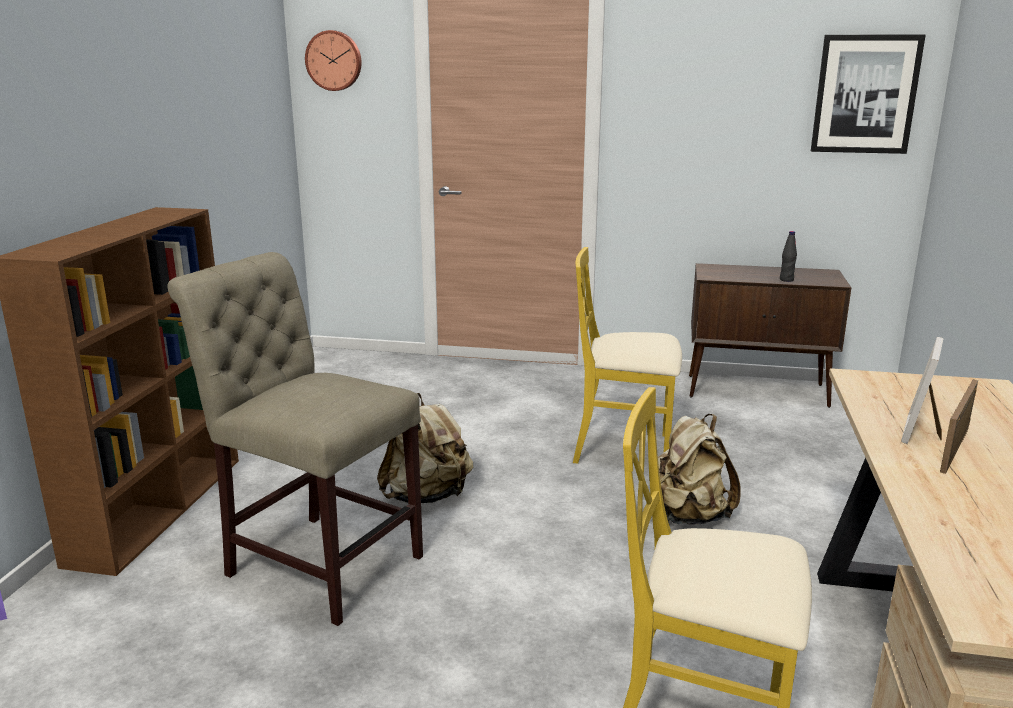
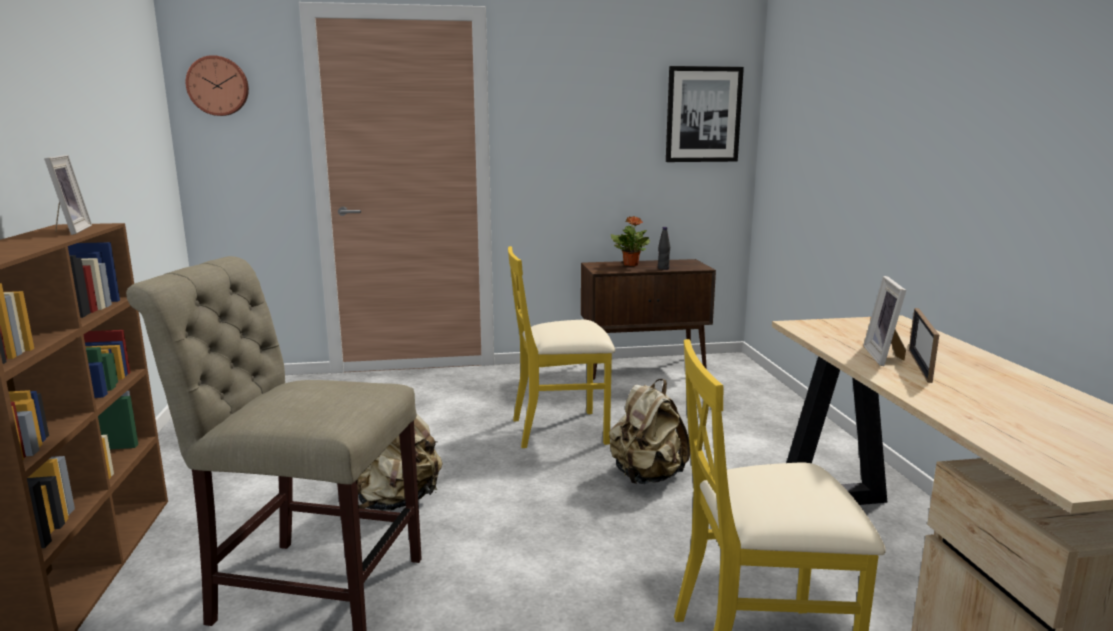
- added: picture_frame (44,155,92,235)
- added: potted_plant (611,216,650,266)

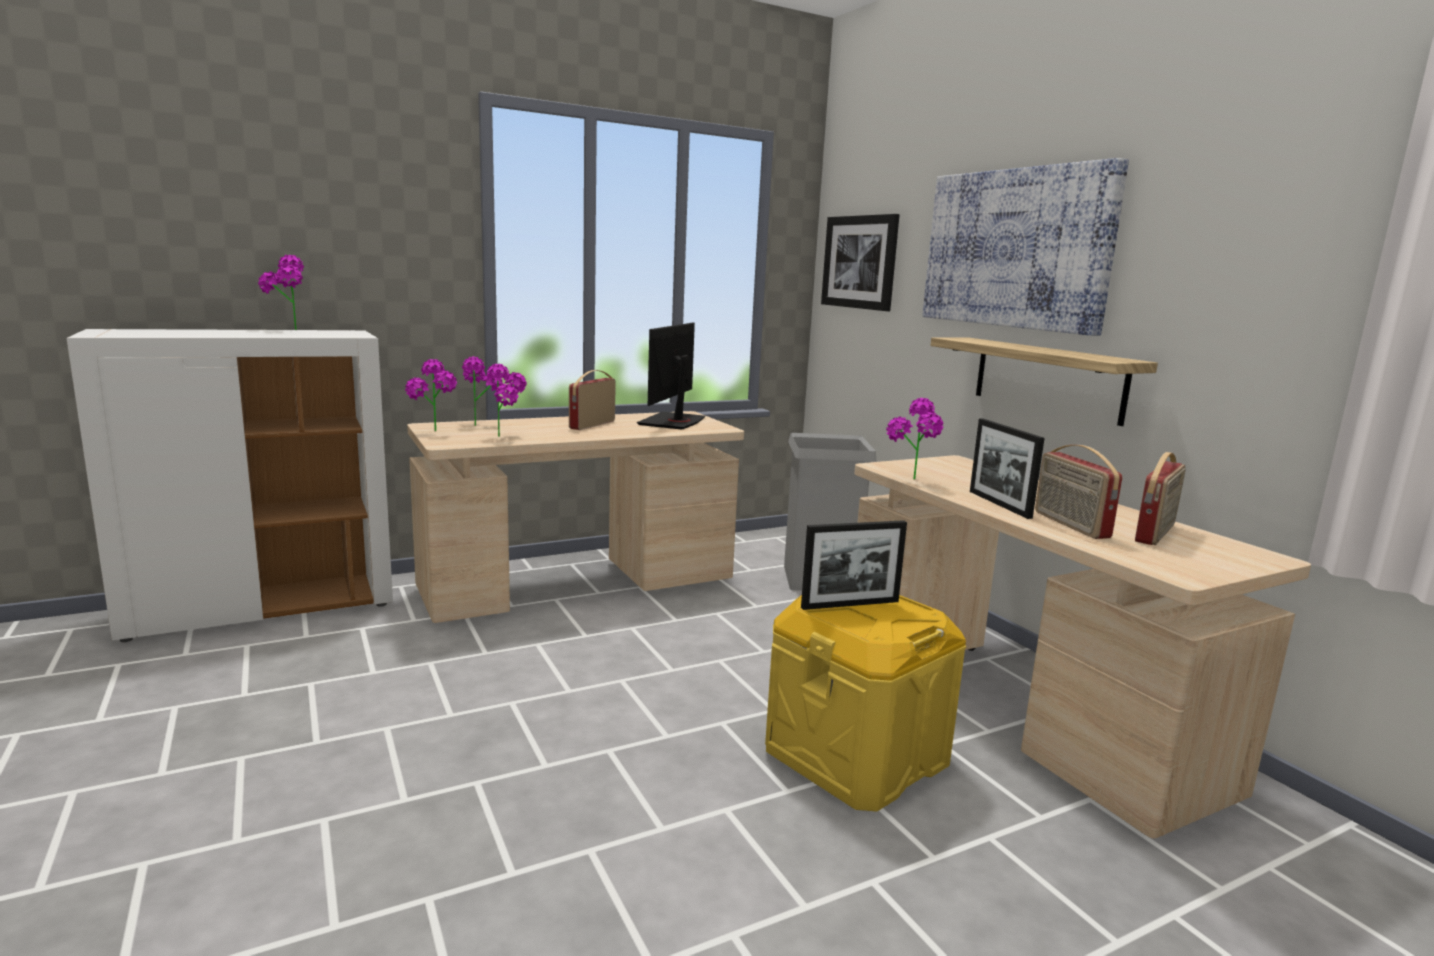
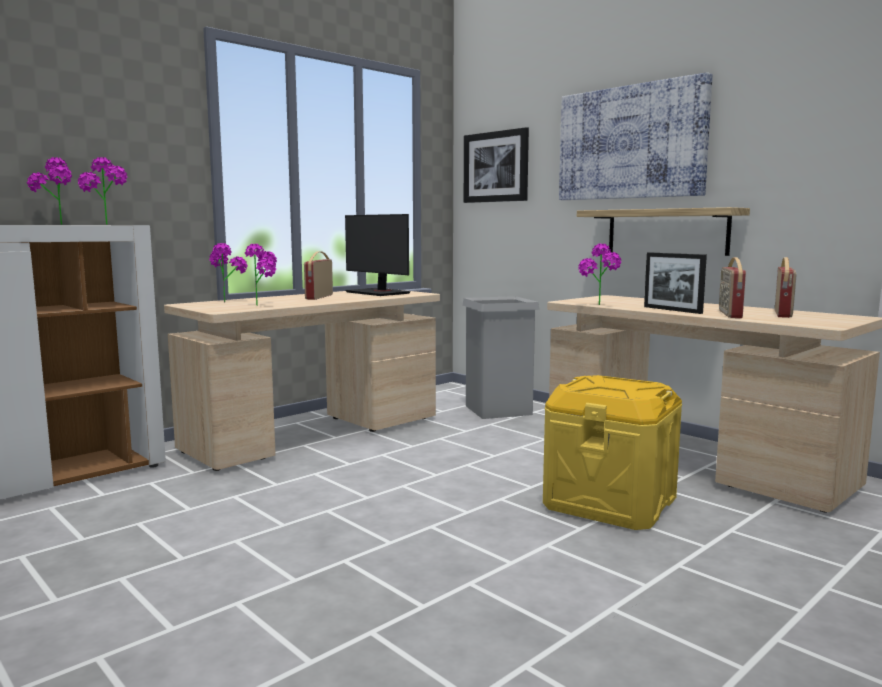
- moved: potted_plant (405,359,457,431) to (78,157,127,225)
- turned: monitor (637,322,705,430) = (345,214,411,296) 45 degrees counterclockwise
- removed: picture_frame (801,520,907,610)
- turned: radio (1035,445,1122,539) = (719,257,746,318) 45 degrees clockwise

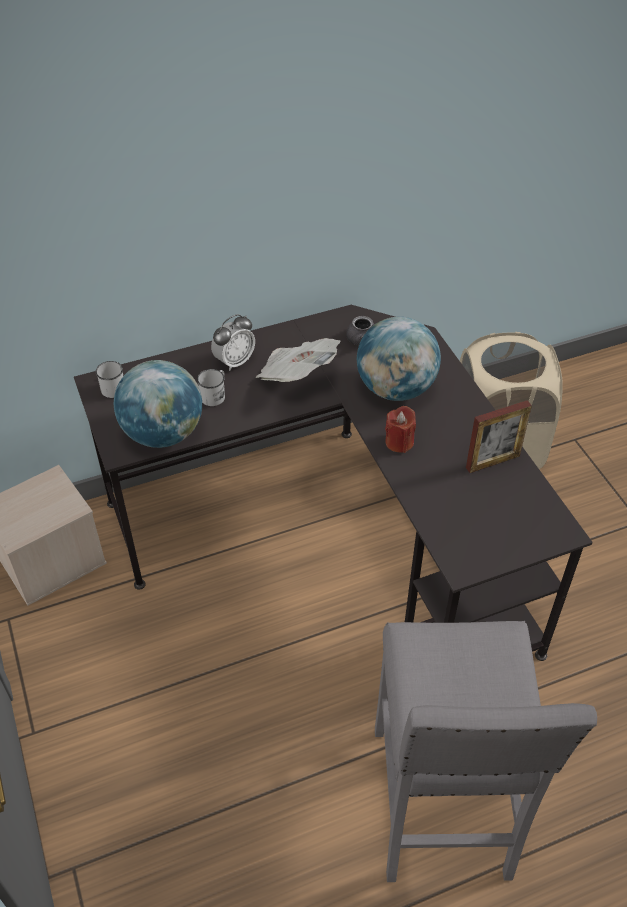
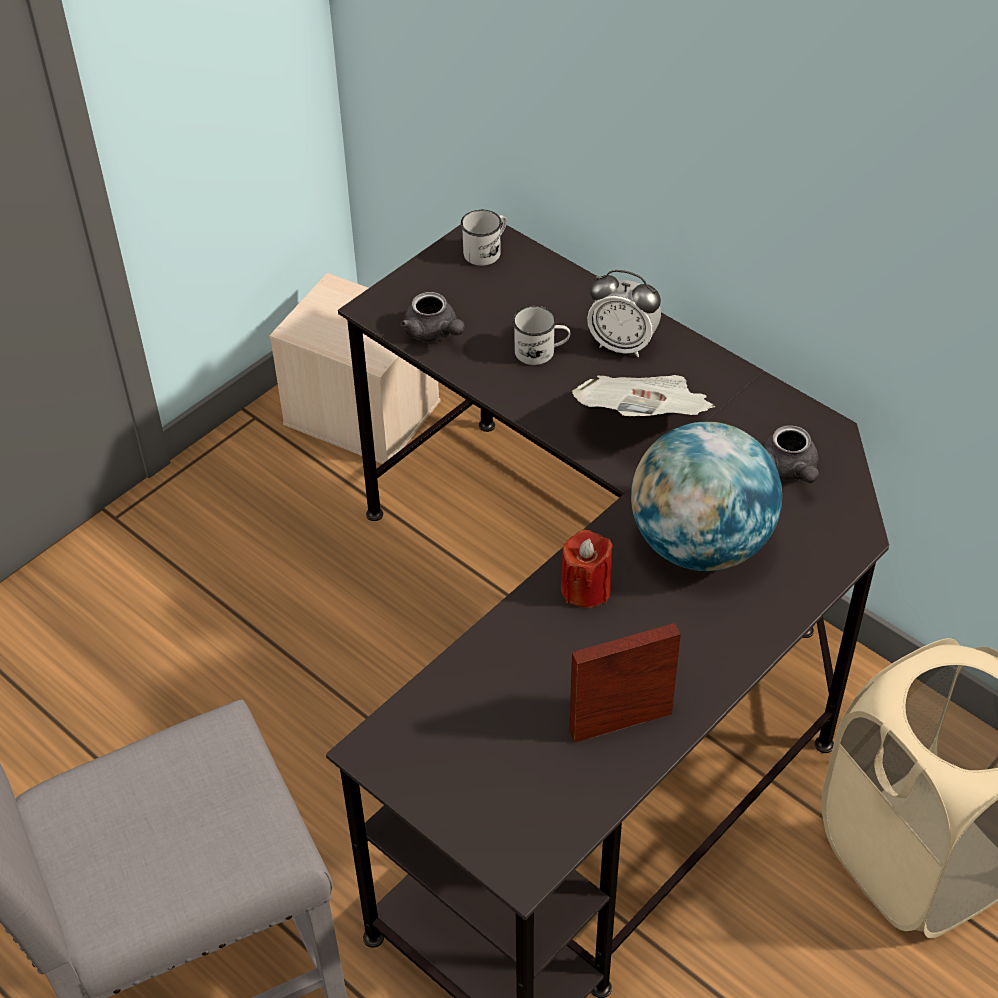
- replaced: globe (114,360,202,448) to grey_teapot (401,292,465,342)
- turned: picture_frame (466,400,532,473) = (569,623,681,743) 120 degrees clockwise

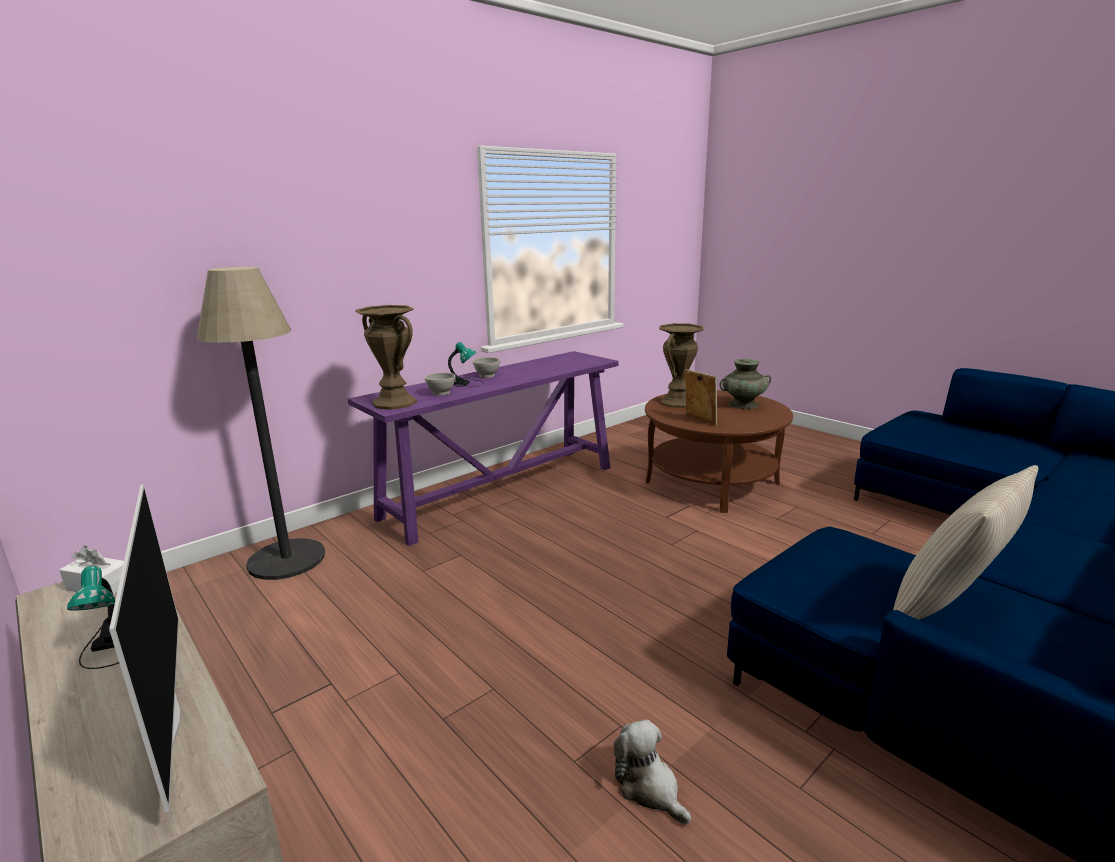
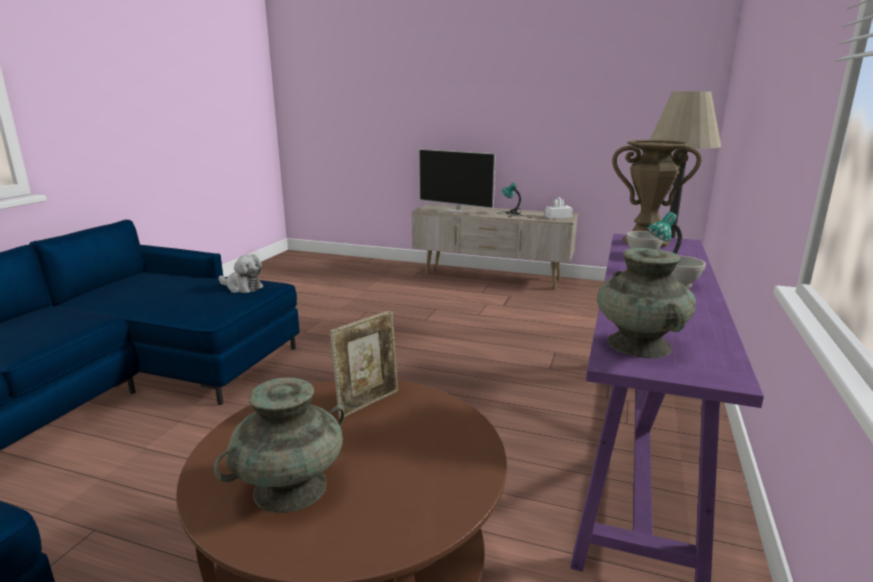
- moved: plush_toy (613,720,691,824) to (219,254,263,293)
- removed: brown_vase (659,323,704,408)
- turned: picture_frame (685,369,717,425) = (330,310,398,418) 75 degrees counterclockwise
- removed: beige_pillow (893,465,1038,620)
- added: turquoise_vase (597,248,696,358)

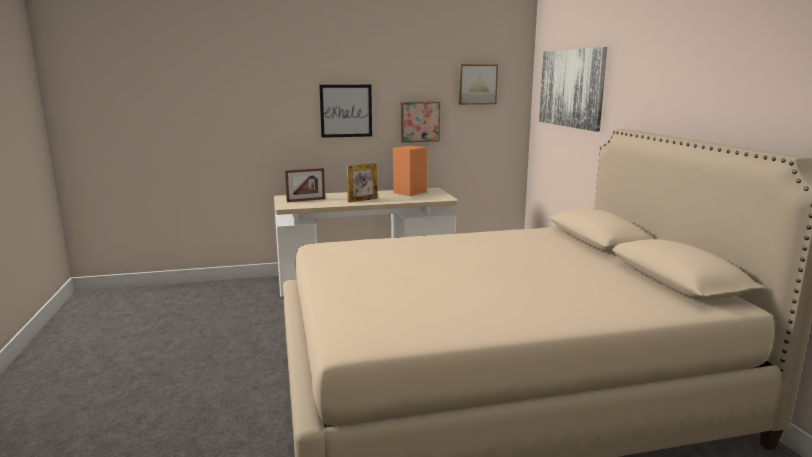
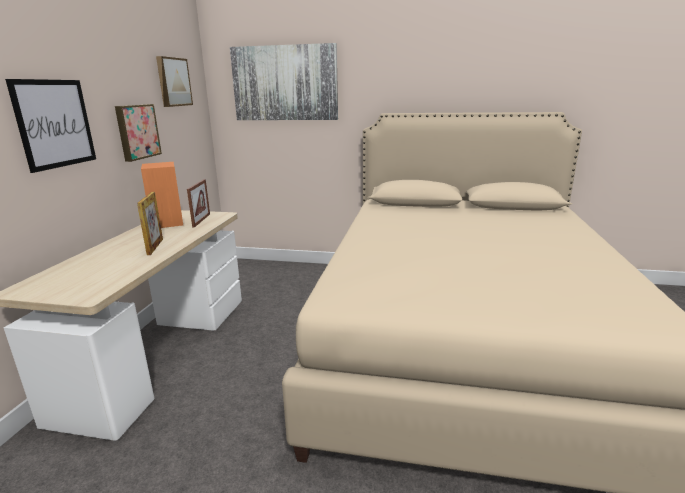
- moved: picture_frame (285,168,325,202) to (187,179,210,228)

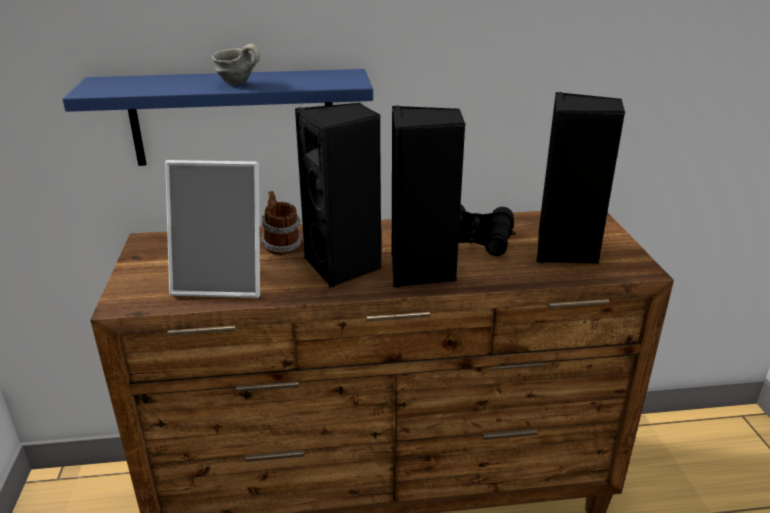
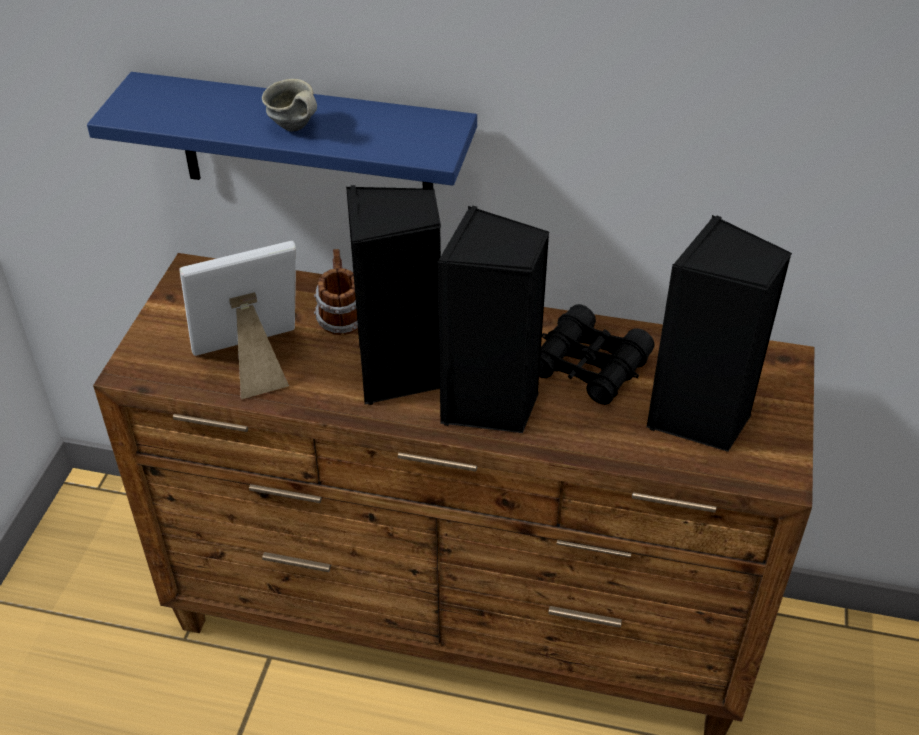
- turned: picture_frame (165,160,260,298) = (179,241,296,399) 135 degrees clockwise

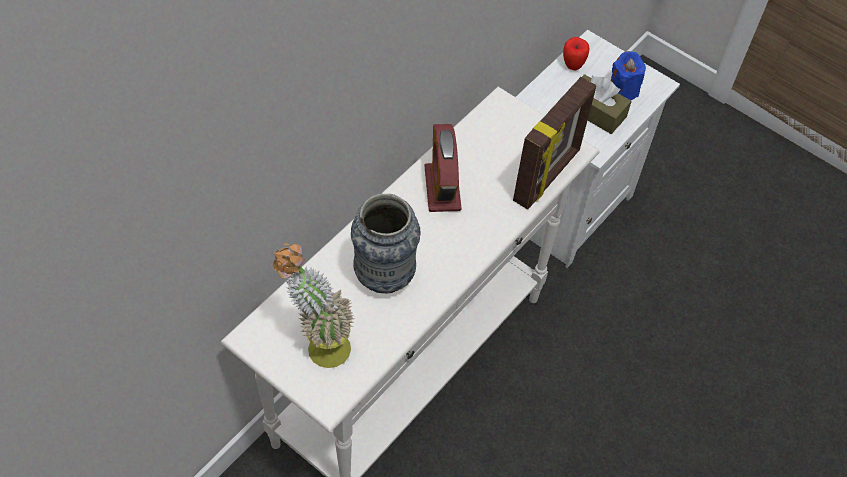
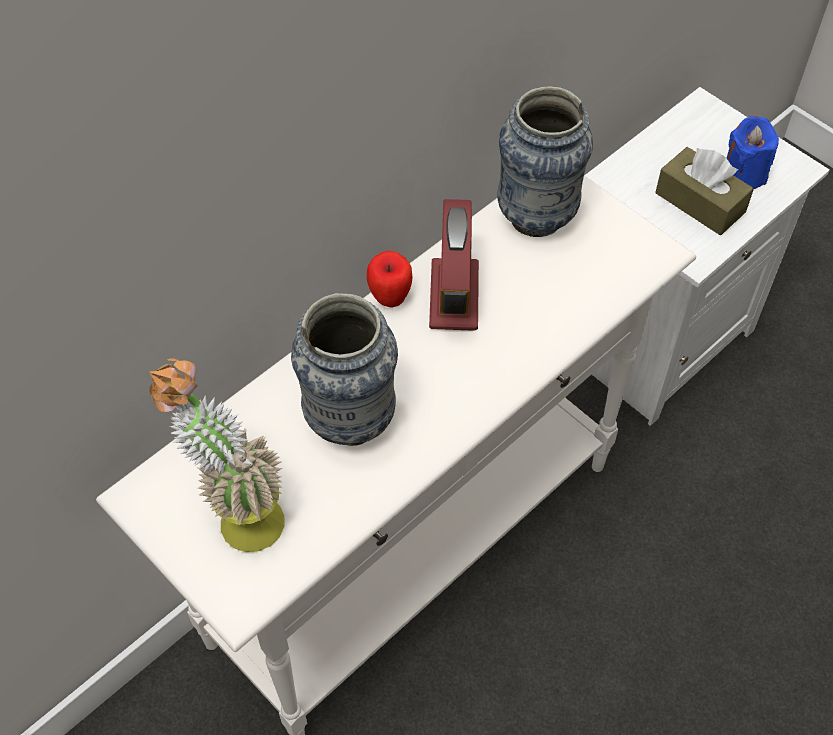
- removed: picture_frame (513,77,596,209)
- moved: apple (563,37,589,70) to (367,251,413,308)
- added: vase (497,86,593,237)

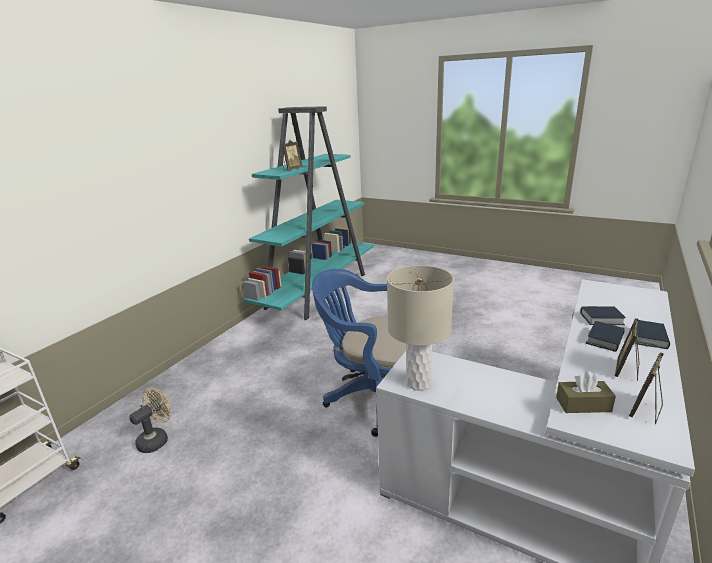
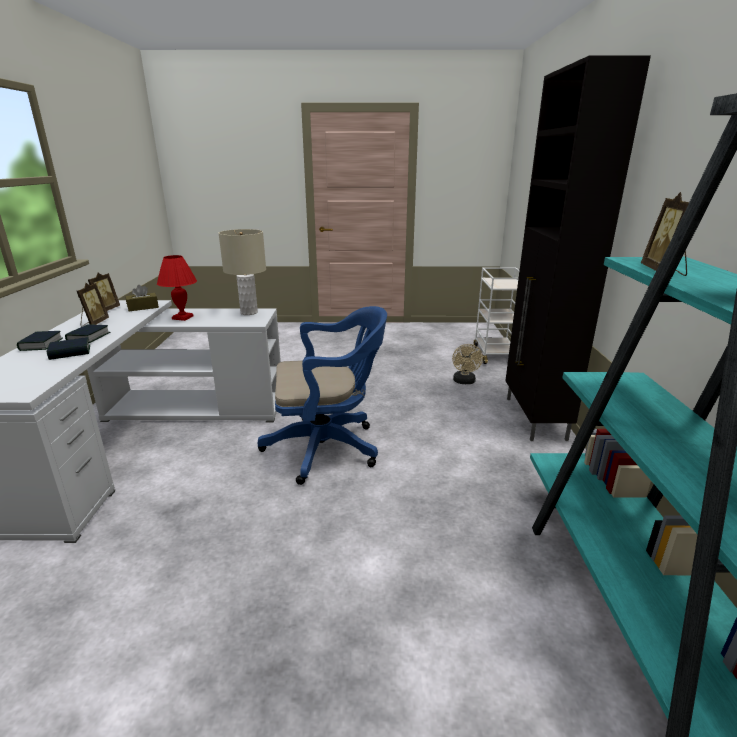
- added: red_table_lamp (157,255,197,321)
- added: black_cabinet (505,56,651,441)

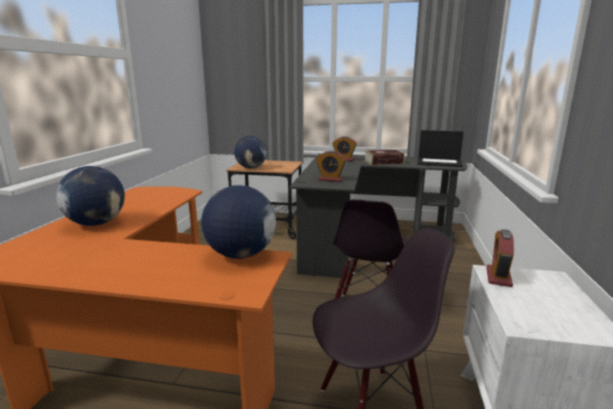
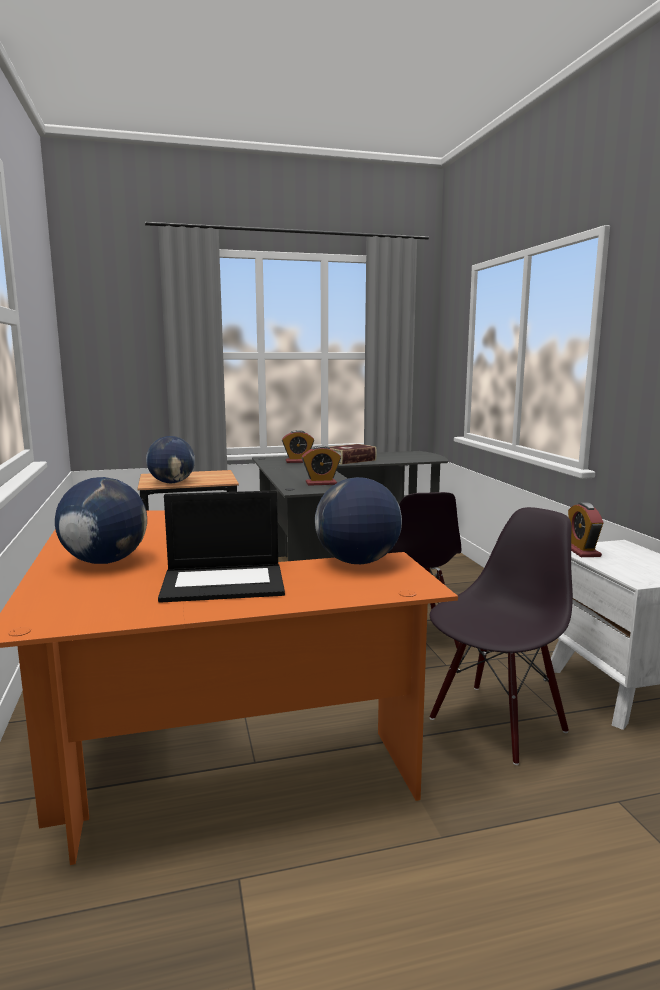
- moved: laptop (417,130,464,167) to (158,490,285,603)

